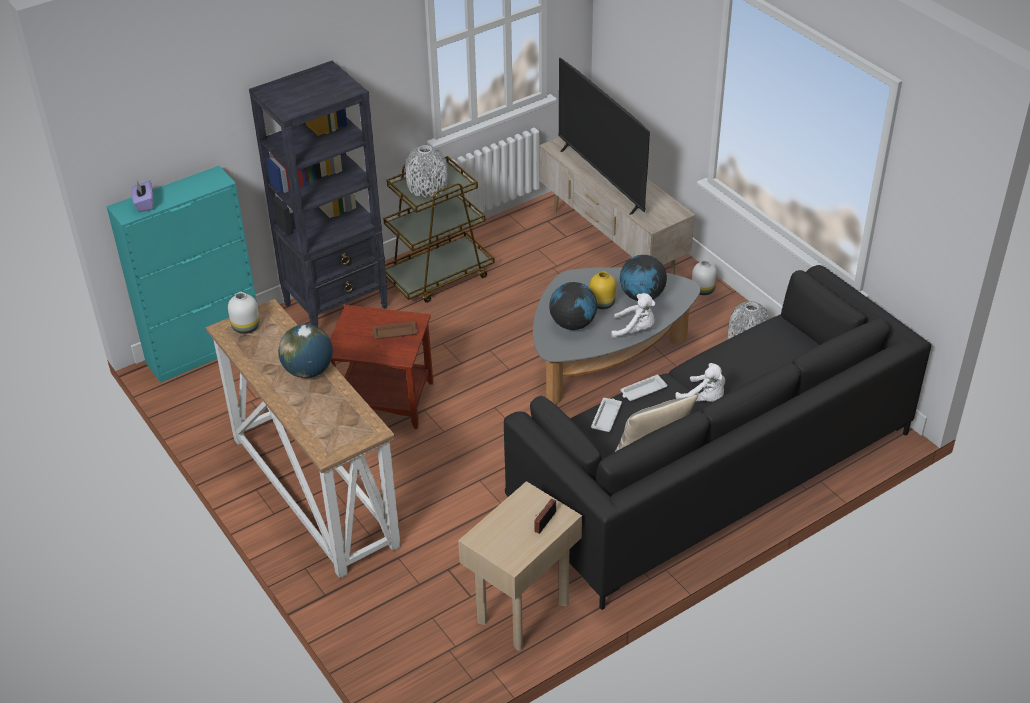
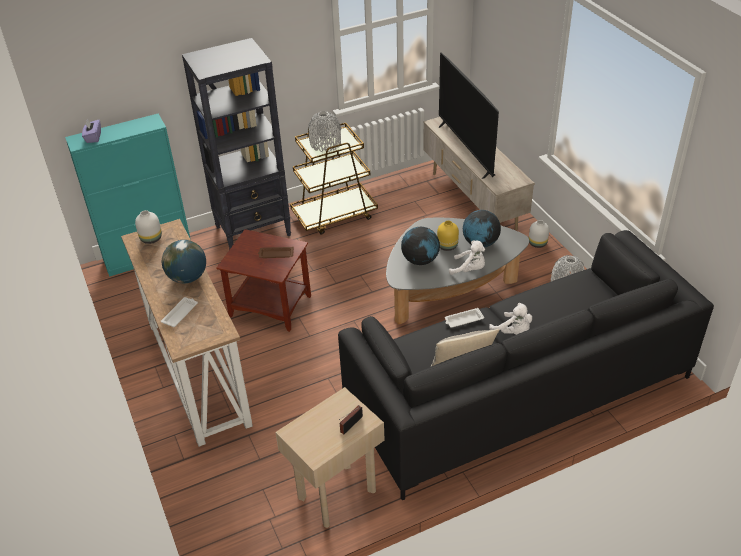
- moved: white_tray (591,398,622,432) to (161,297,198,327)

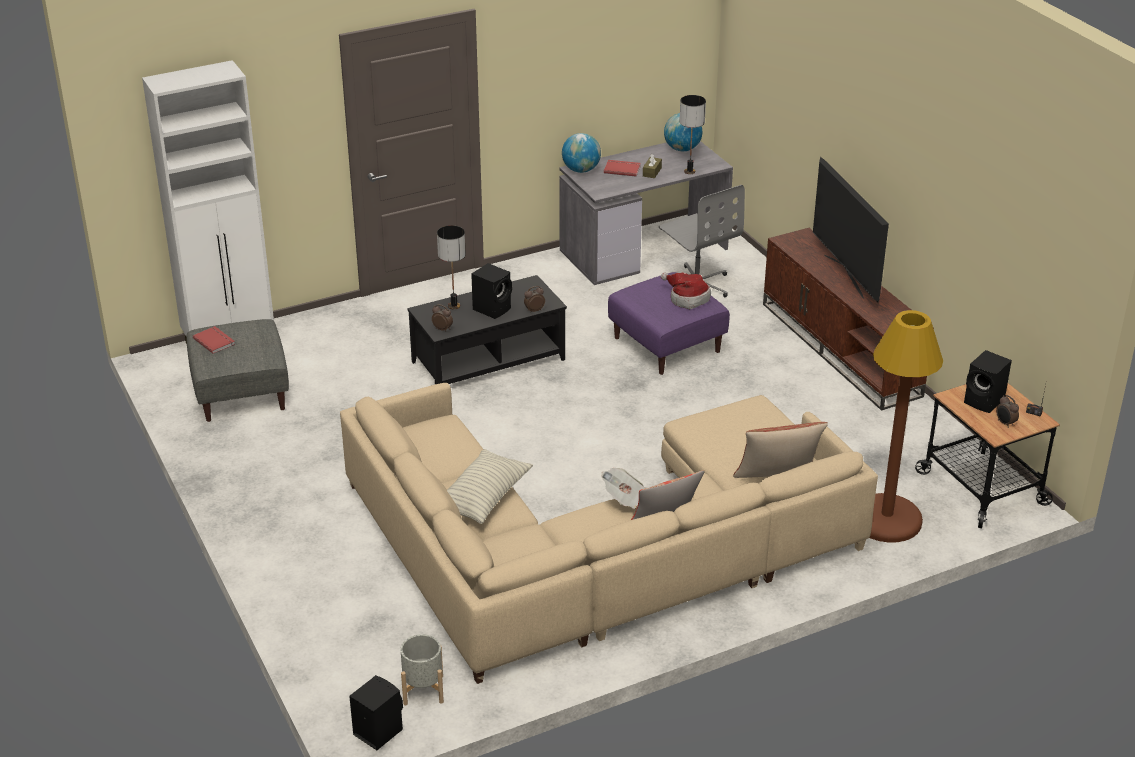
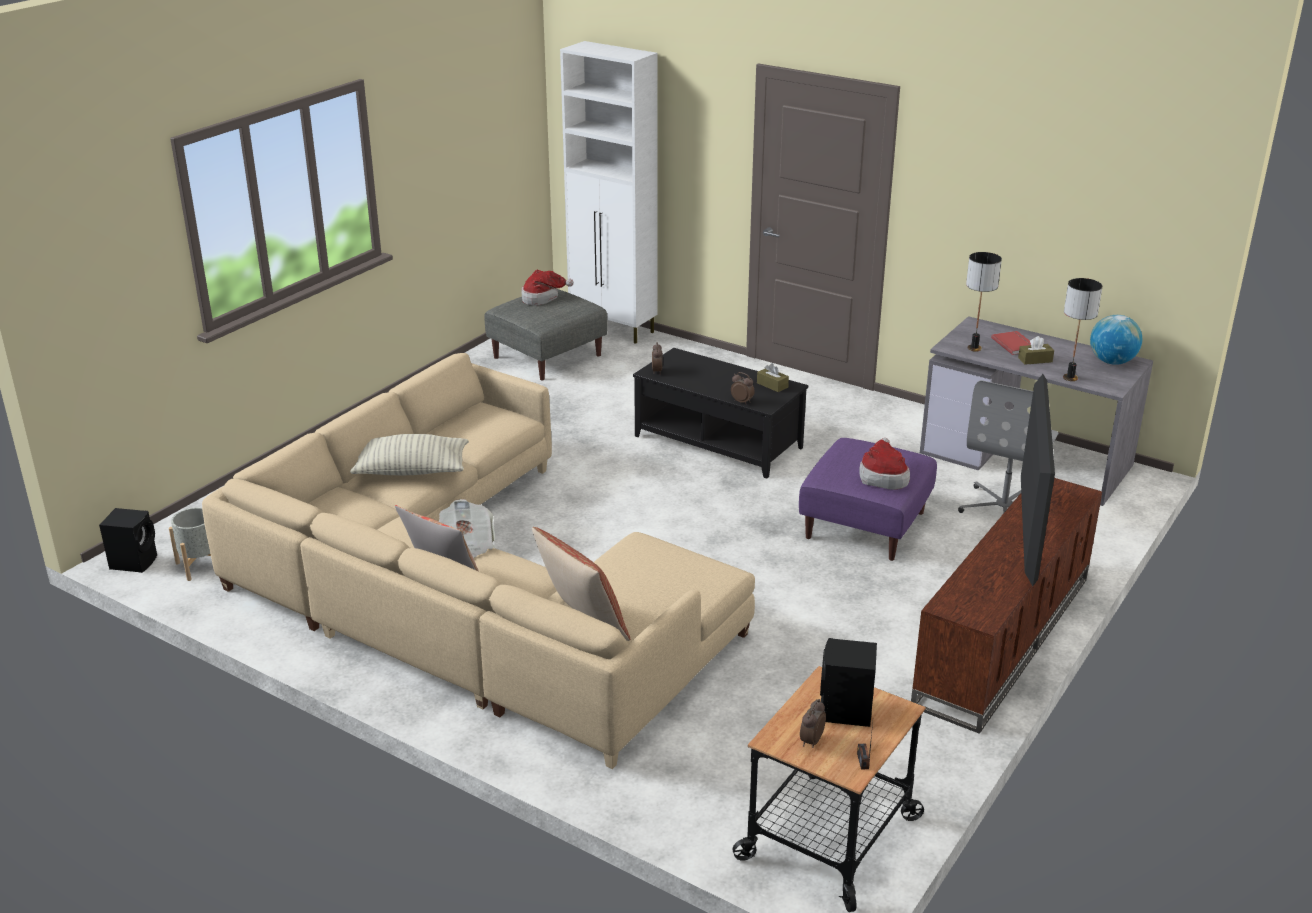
- replaced: red_book (193,326,235,354) to hat (521,270,574,306)
- moved: table_lamp (437,225,466,309) to (966,252,1002,352)
- removed: black_speaker (471,263,512,319)
- removed: globe (562,133,601,173)
- turned: television (813,156,889,303) = (1021,374,1055,586) 150 degrees clockwise
- removed: brown_floor_lamp (869,310,943,542)
- added: brown_tissue_box (757,363,789,392)

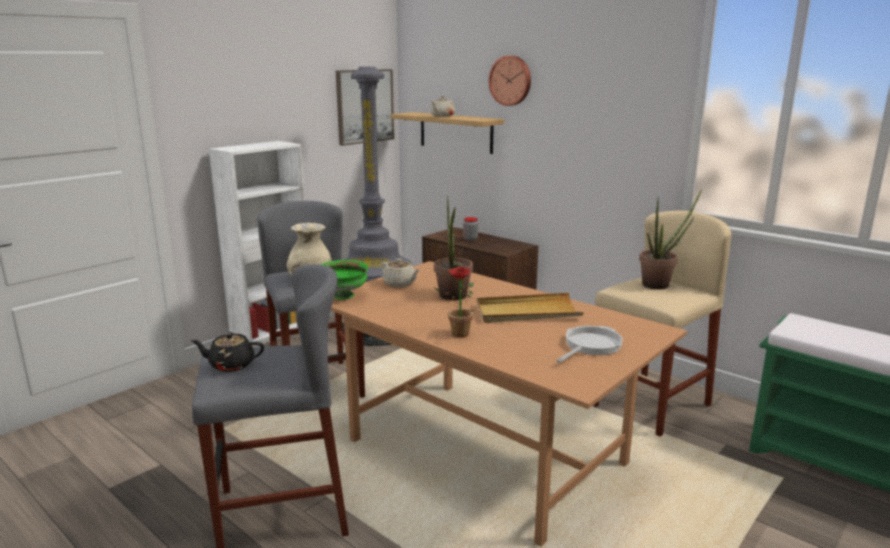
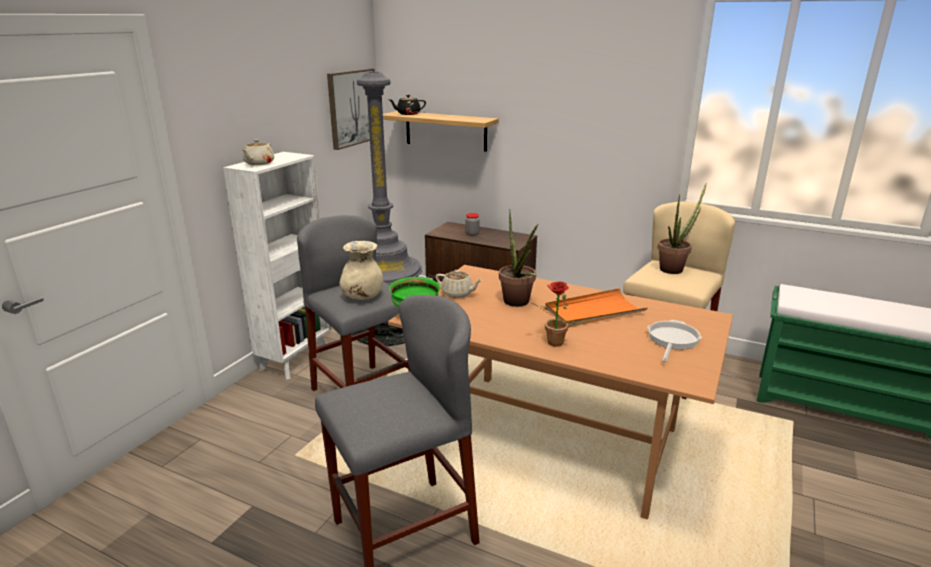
- moved: black_teapot (191,332,264,372) to (389,95,426,115)
- moved: beige_teapot (430,96,455,117) to (242,139,274,165)
- recoloured: beige_tray (477,293,584,323) to orange_tray (545,288,648,328)
- removed: wall_clock (489,56,531,106)

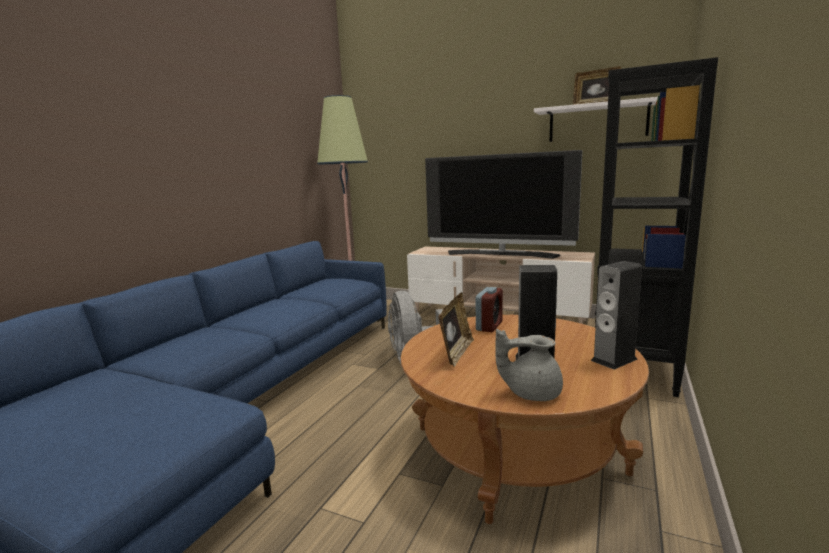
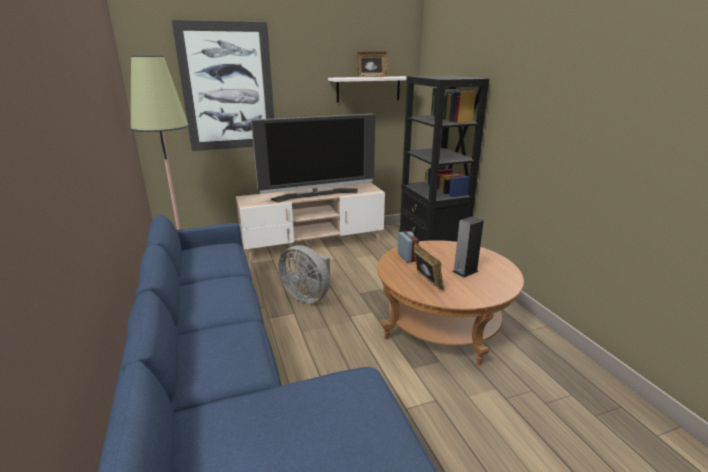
- removed: grey_teapot (495,329,563,401)
- removed: speaker (591,261,642,370)
- added: picture (172,20,274,151)

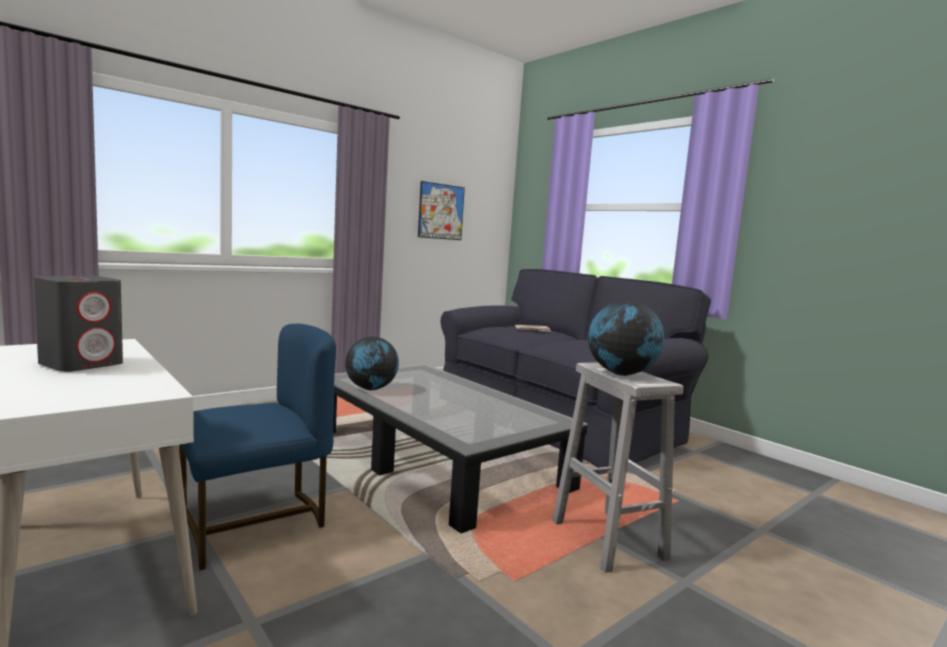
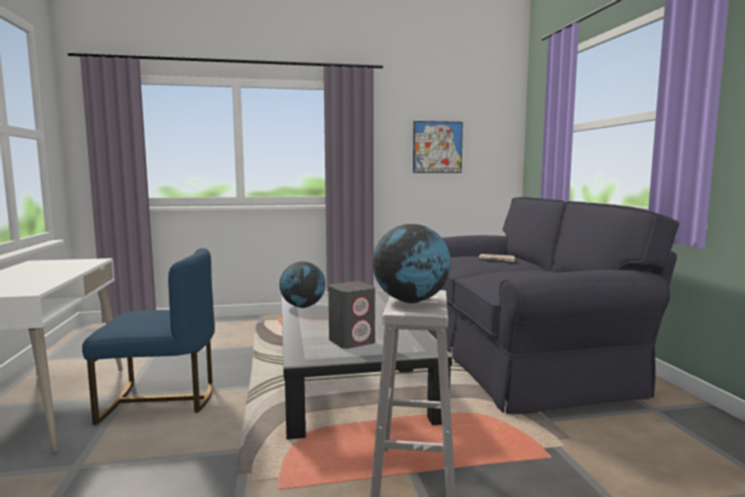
- moved: grey_speaker (34,276,123,372) to (328,281,375,349)

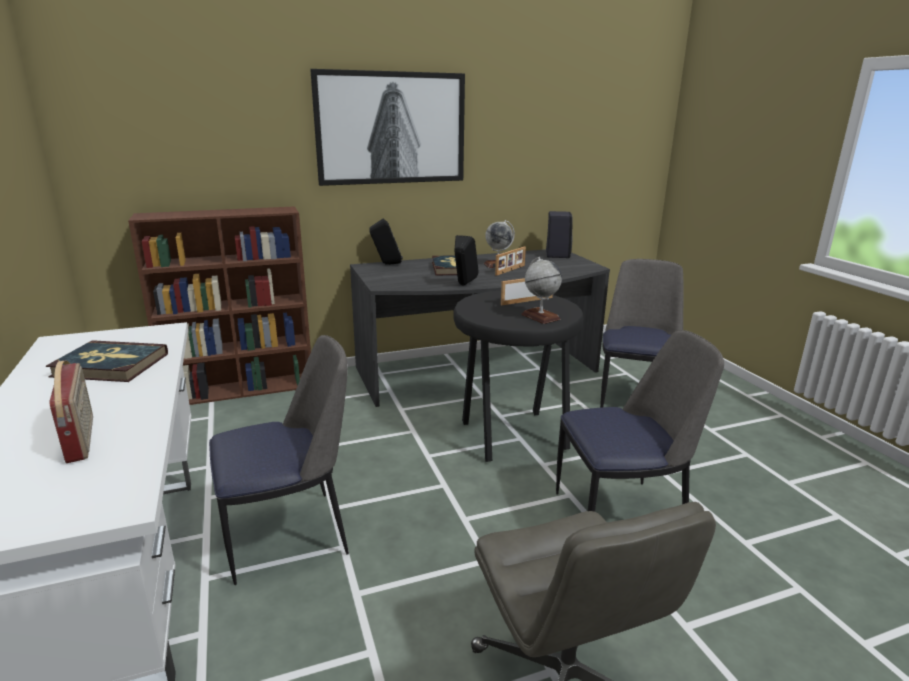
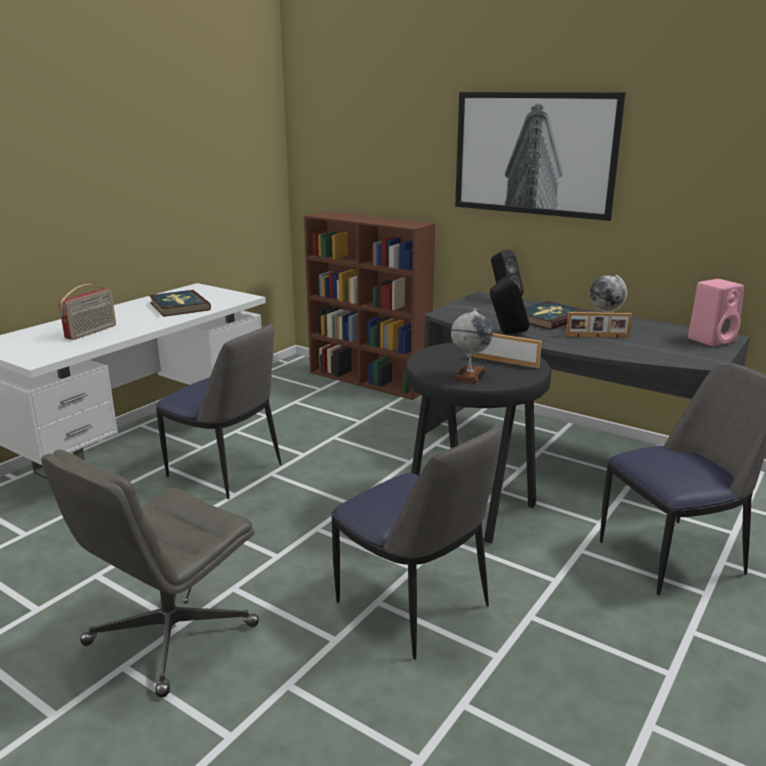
- recoloured: black_speaker (546,211,573,258) to pink_speaker (688,279,744,347)

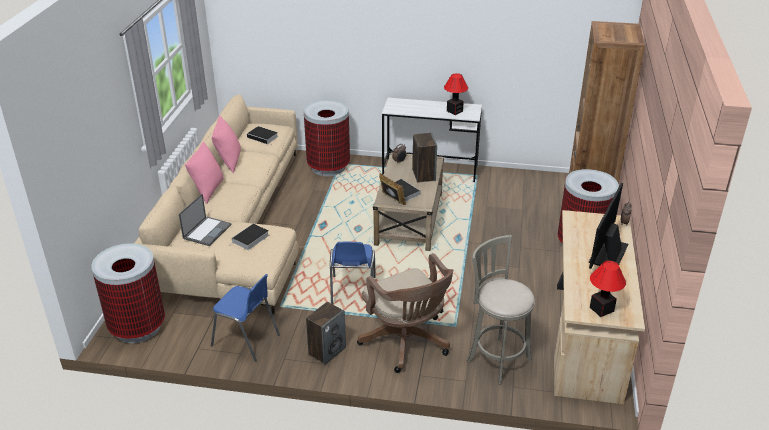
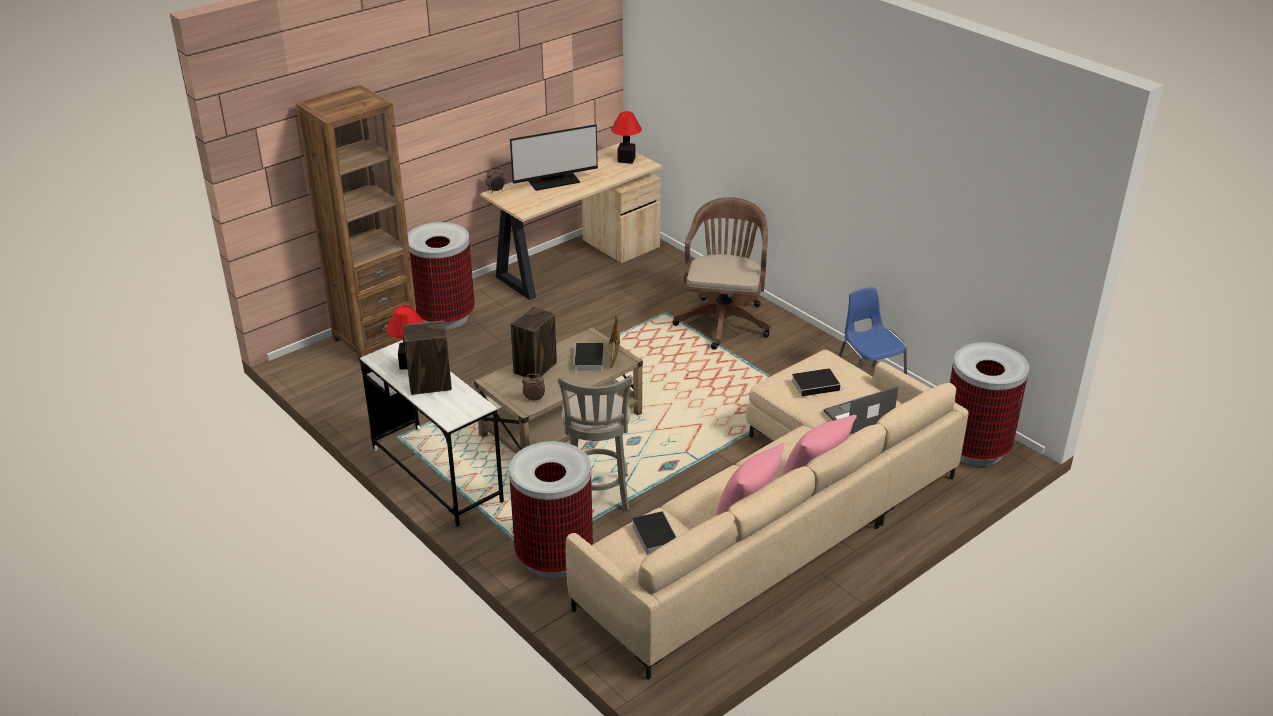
- moved: speaker (306,302,346,365) to (403,321,452,395)
- removed: blue_chair (330,242,376,304)
- moved: grey_stool (467,235,535,385) to (558,375,633,511)

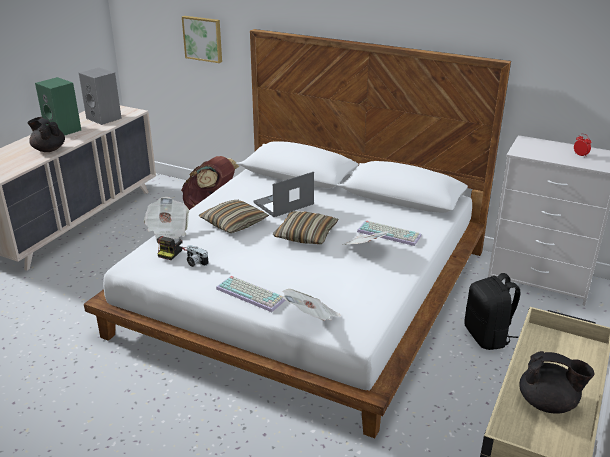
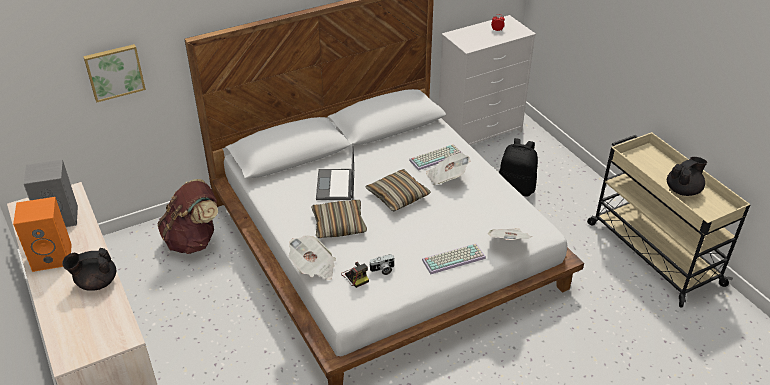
- recoloured: green_speaker (35,77,81,136) to orange_speaker (13,197,72,272)

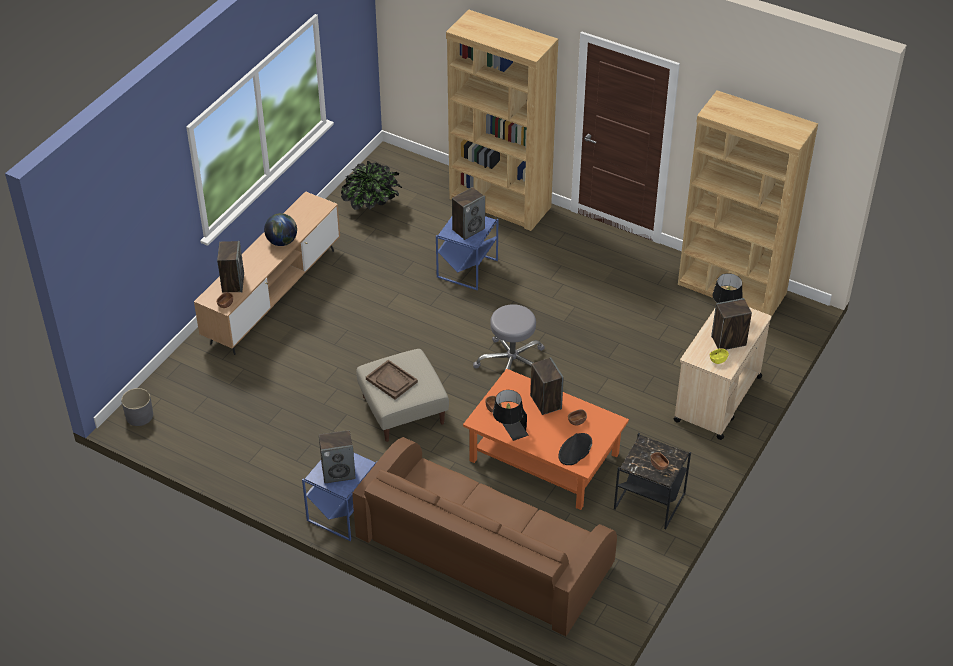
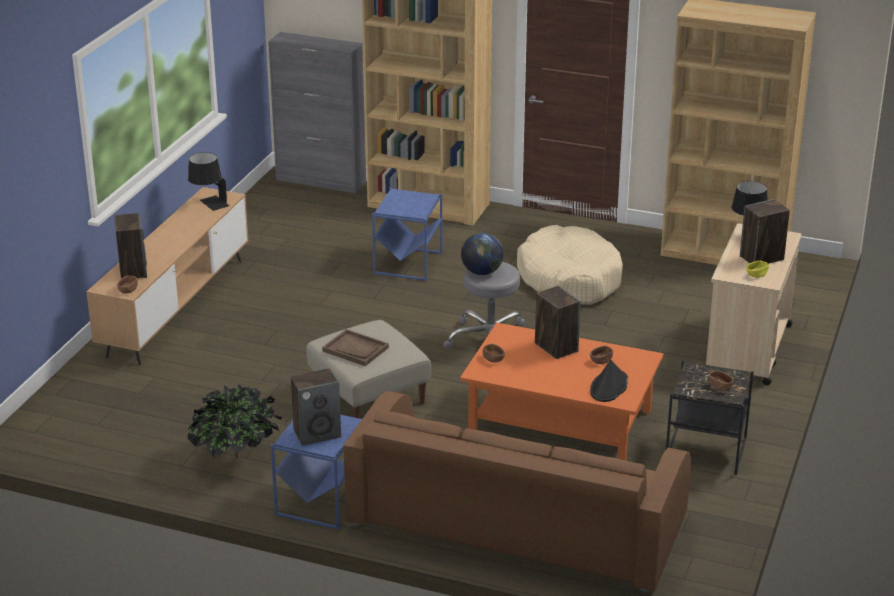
- removed: grey_planter (121,388,153,426)
- moved: globe (264,213,297,246) to (461,233,504,275)
- moved: potted_plant (341,161,402,210) to (188,385,282,458)
- removed: speaker (452,187,485,240)
- moved: black_table_lamp (493,390,528,441) to (188,152,229,211)
- added: grey_cabinet (268,32,366,193)
- added: beige_dog_bed (517,225,623,305)

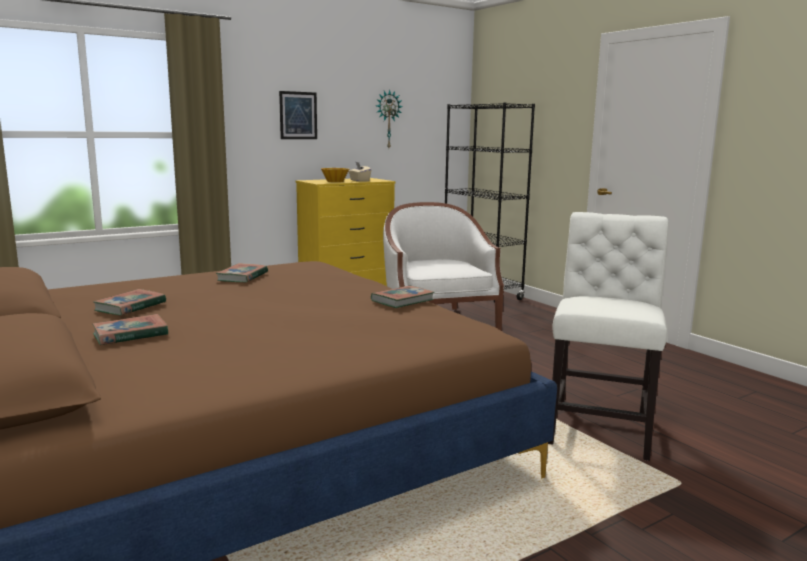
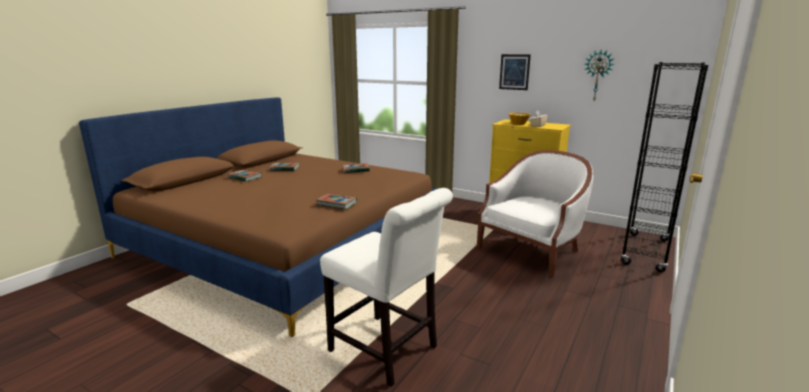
- turned: white_chair (548,212,669,461) = (320,188,453,387) 45 degrees clockwise

